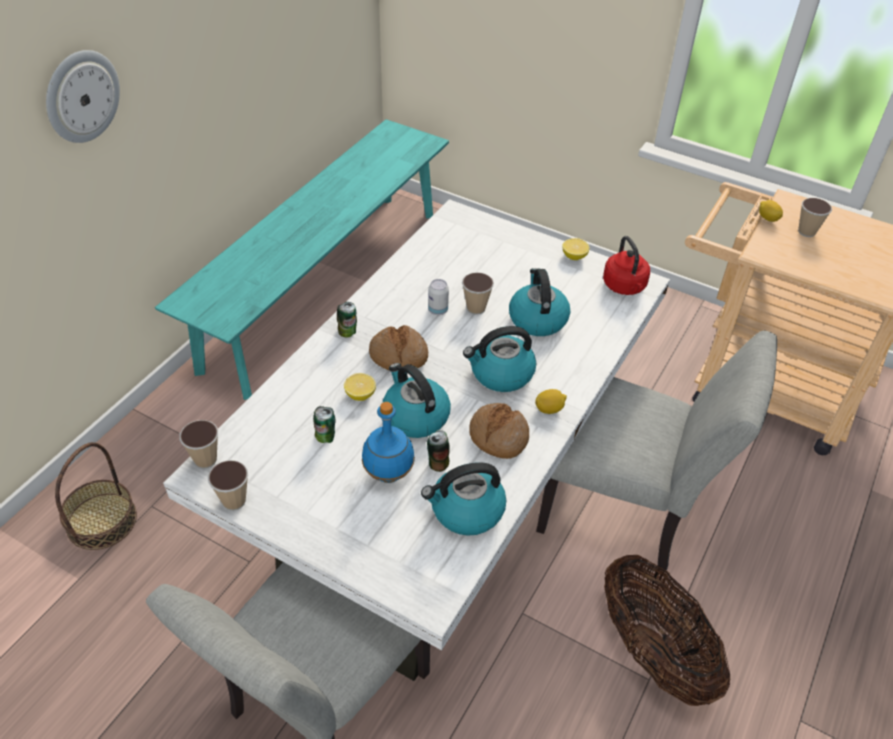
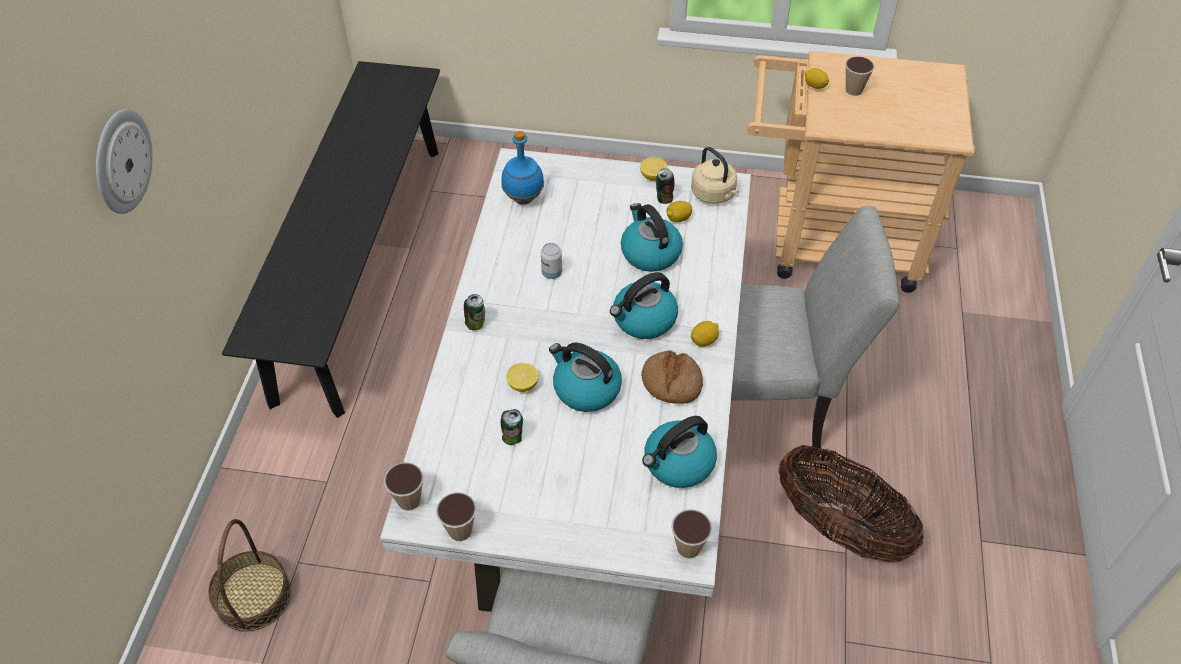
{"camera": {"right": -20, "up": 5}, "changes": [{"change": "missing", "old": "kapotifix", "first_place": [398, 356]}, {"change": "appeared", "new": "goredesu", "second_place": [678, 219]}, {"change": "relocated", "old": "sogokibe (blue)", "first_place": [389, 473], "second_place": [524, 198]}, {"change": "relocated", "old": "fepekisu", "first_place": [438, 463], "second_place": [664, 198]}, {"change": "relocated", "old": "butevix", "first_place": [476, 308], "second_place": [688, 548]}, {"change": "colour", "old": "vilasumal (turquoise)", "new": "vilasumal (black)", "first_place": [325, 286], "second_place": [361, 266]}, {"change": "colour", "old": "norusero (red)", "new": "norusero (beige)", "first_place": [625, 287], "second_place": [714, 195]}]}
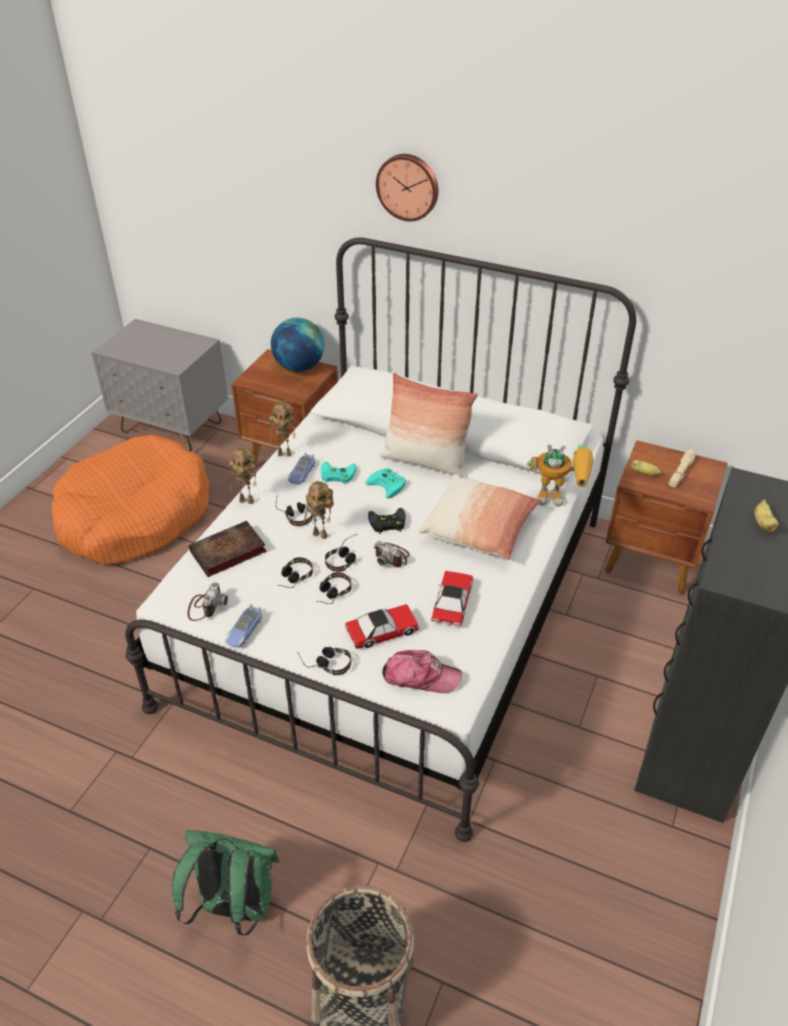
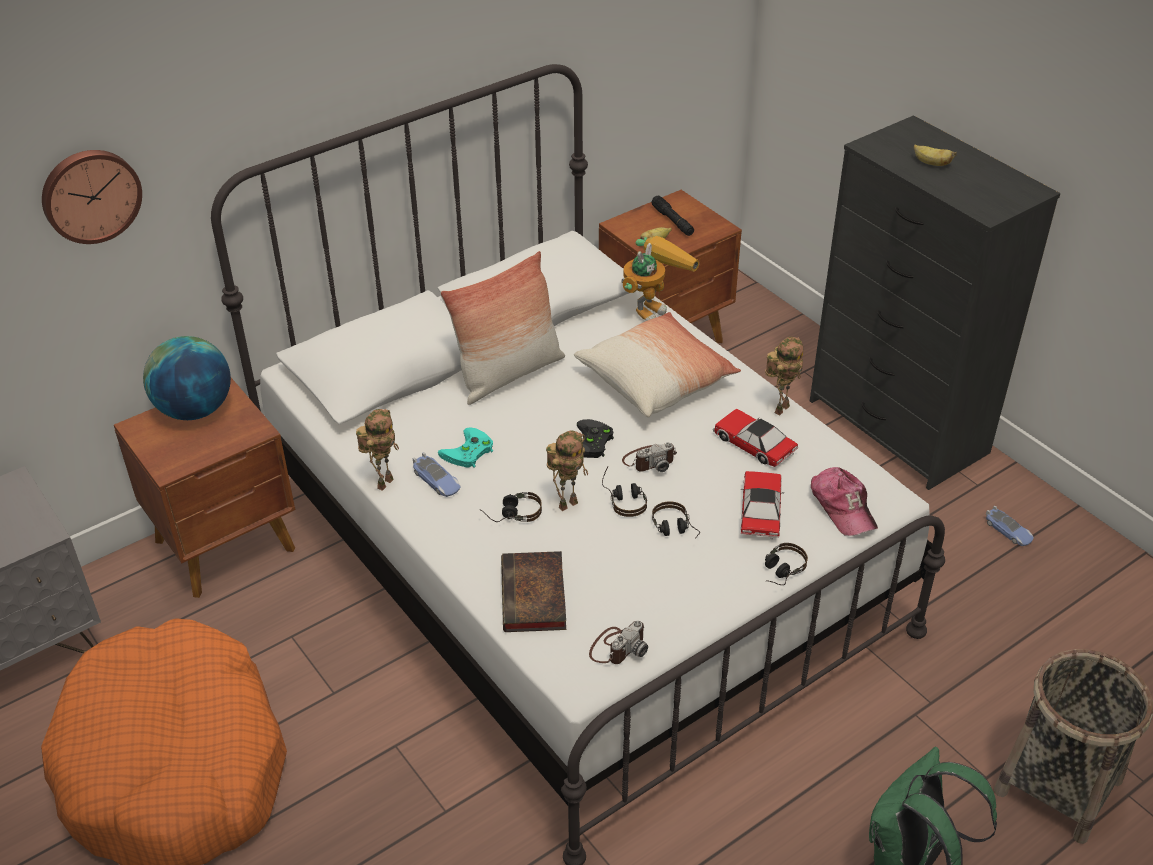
{"camera": {"right": -60, "up": 0}, "changes": [{"change": "missing", "old": "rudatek", "first_place": [292, 579]}, {"change": "missing", "old": "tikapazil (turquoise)", "first_place": [389, 484]}, {"change": "relocated", "old": "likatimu", "first_place": [244, 630], "second_place": [1008, 531]}, {"change": "relocated", "old": "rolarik", "first_place": [248, 500], "second_place": [781, 408]}, {"change": "relocated", "old": "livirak", "first_place": [408, 186], "second_place": [90, 195]}, {"change": "colour", "old": "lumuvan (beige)", "new": "lumuvan (black)", "first_place": [680, 473], "second_place": [672, 221]}, {"change": "spun", "old": "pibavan", "first_place": [205, 606], "second_place": [617, 647], "degrees": 90}, {"change": "spun", "old": "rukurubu", "first_place": [420, 676], "second_place": [842, 507], "degrees": 120}]}
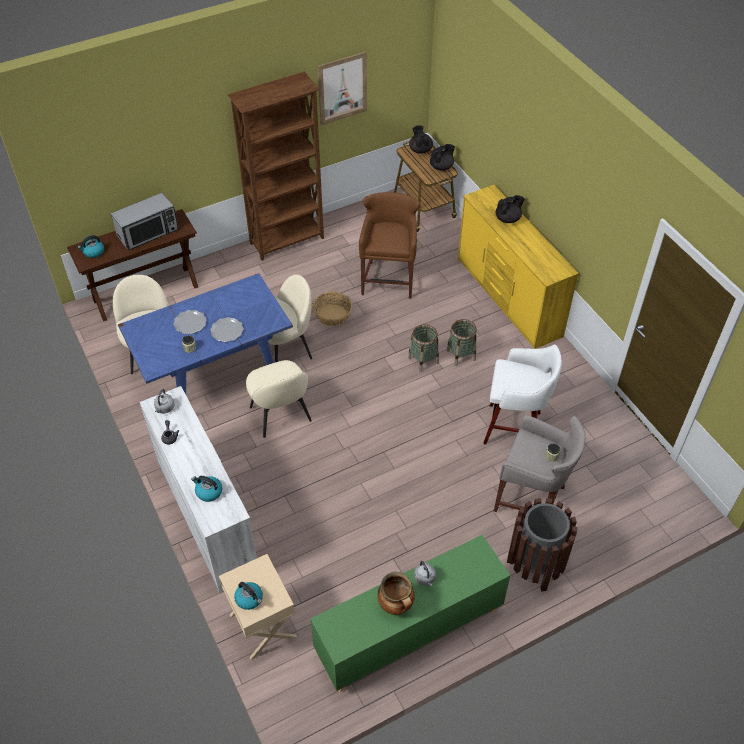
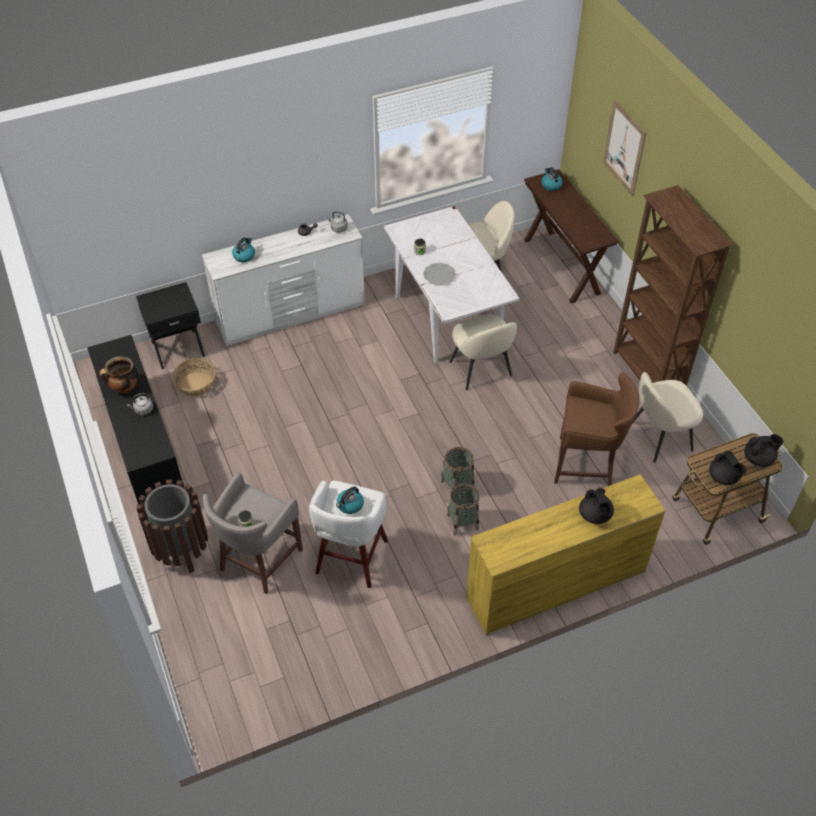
{"camera": {"right": 95, "up": 0}, "changes": [{"change": "missing", "old": "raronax", "first_place": [148, 233]}, {"change": "missing", "old": "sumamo", "first_place": [190, 323]}, {"change": "relocated", "old": "norusero", "first_place": [249, 599], "second_place": [350, 505]}, {"change": "relocated", "old": "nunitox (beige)", "first_place": [281, 415], "second_place": [659, 437]}, {"change": "relocated", "old": "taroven", "first_place": [333, 315], "second_place": [196, 384]}, {"change": "relocated", "old": "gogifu", "first_place": [342, 88], "second_place": [624, 148]}, {"change": "colour", "old": "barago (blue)", "new": "barago (white)", "first_place": [215, 377], "second_place": [447, 317]}, {"change": "colour", "old": "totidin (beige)", "new": "totidin (black)", "first_place": [262, 626], "second_place": [177, 348]}, {"change": "colour", "old": "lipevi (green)", "new": "lipevi (black)", "first_place": [408, 632], "second_place": [143, 443]}]}
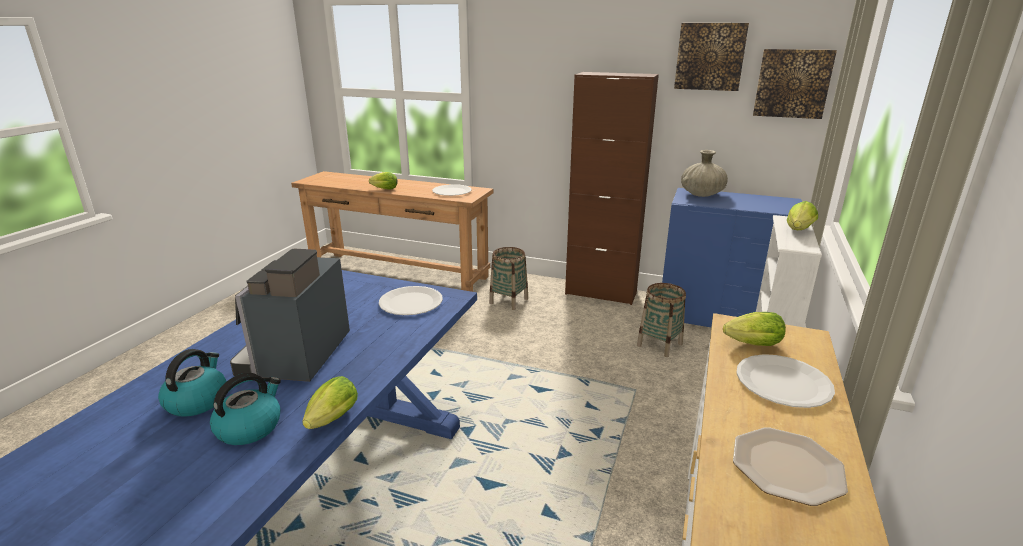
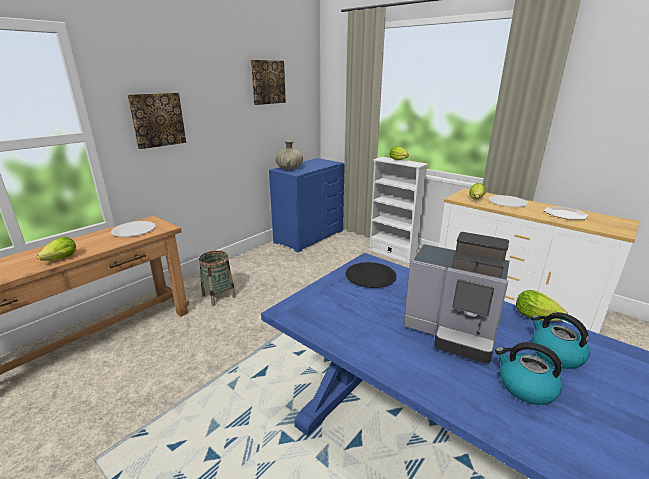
{"camera": {"right": -70, "up": 0}, "changes": [{"change": "missing", "old": "lipevi (brown)", "first_place": [601, 293]}, {"change": "missing", "old": "taroven", "first_place": [659, 345]}, {"change": "relocated", "old": "gogifu", "first_place": [792, 83], "second_place": [157, 120]}, {"change": "colour", "old": "sumamo (white)", "new": "sumamo (black)", "first_place": [411, 302], "second_place": [370, 276]}]}
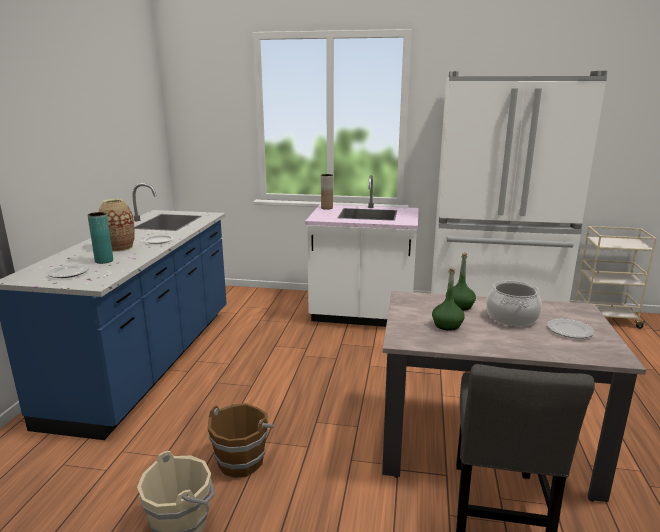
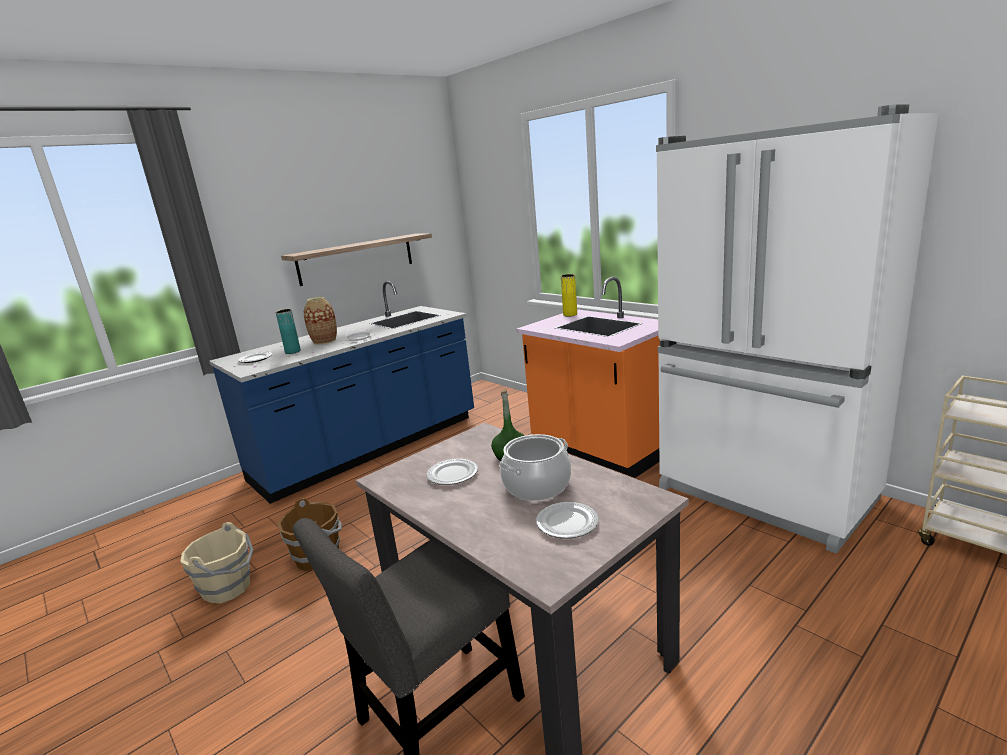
{"camera": {"right": 40, "up": 0}, "changes": [{"change": "appeared", "new": "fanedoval", "second_place": [356, 259]}, {"change": "exchanged", "old": "sogokibe (green)", "new": "sumamo", "first_place": [447, 325], "second_place": [453, 474]}, {"change": "colour", "old": "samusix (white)", "new": "samusix (orange)", "first_place": [362, 316], "second_place": [600, 449]}, {"change": "colour", "old": "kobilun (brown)", "new": "kobilun (yellow)", "first_place": [326, 208], "second_place": [570, 314]}]}
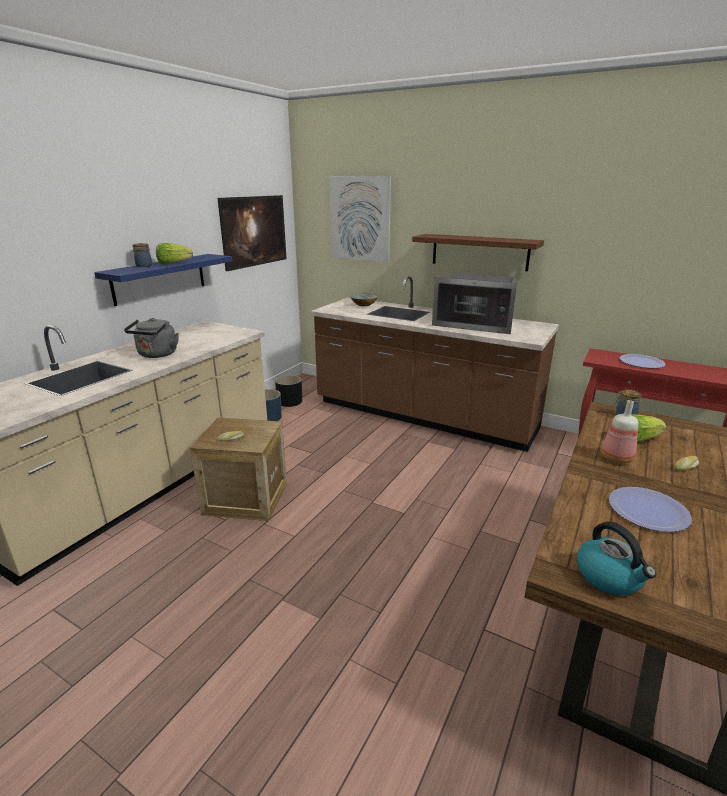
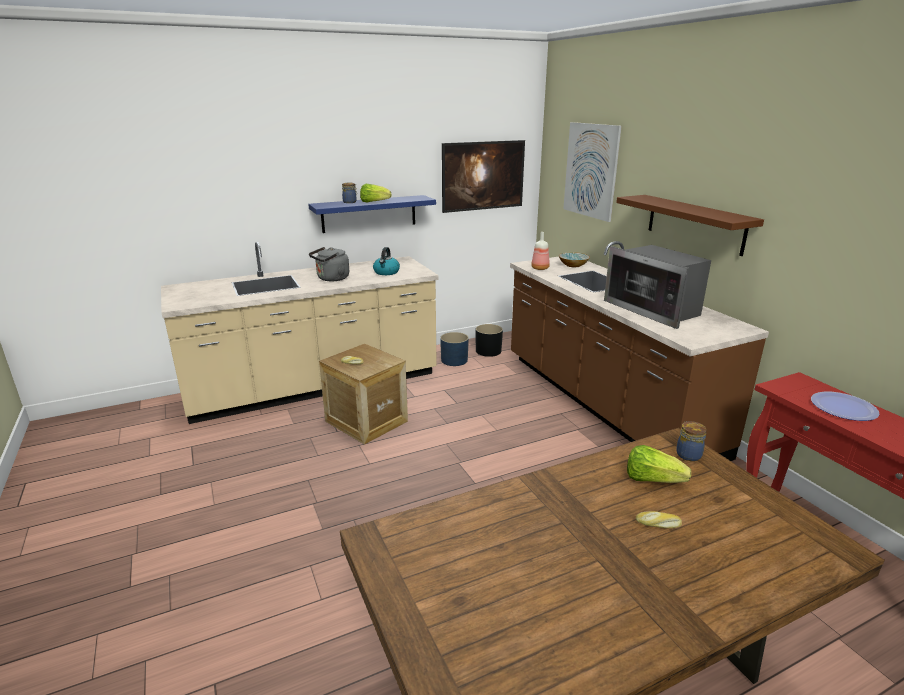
{"camera": {"right": 35, "up": 0}, "changes": [{"change": "missing", "old": "sumamo", "first_place": [648, 510]}, {"change": "relocated", "old": "norusero", "first_place": [610, 577], "second_place": [386, 272]}, {"change": "relocated", "old": "sogokibe", "first_place": [615, 458], "second_place": [540, 268]}]}
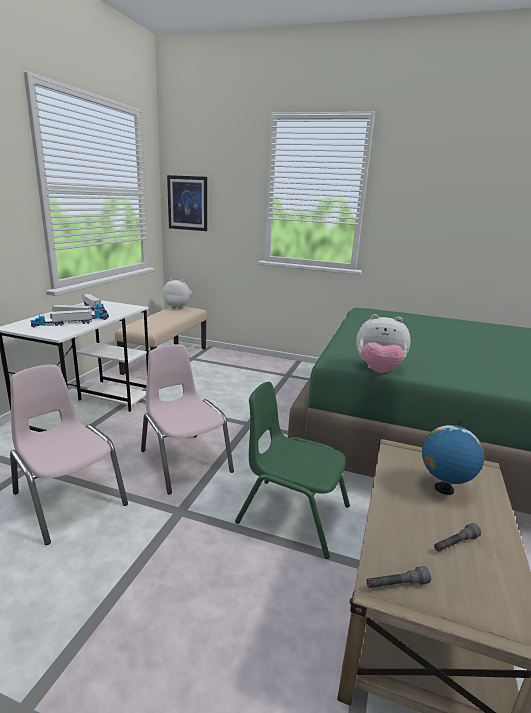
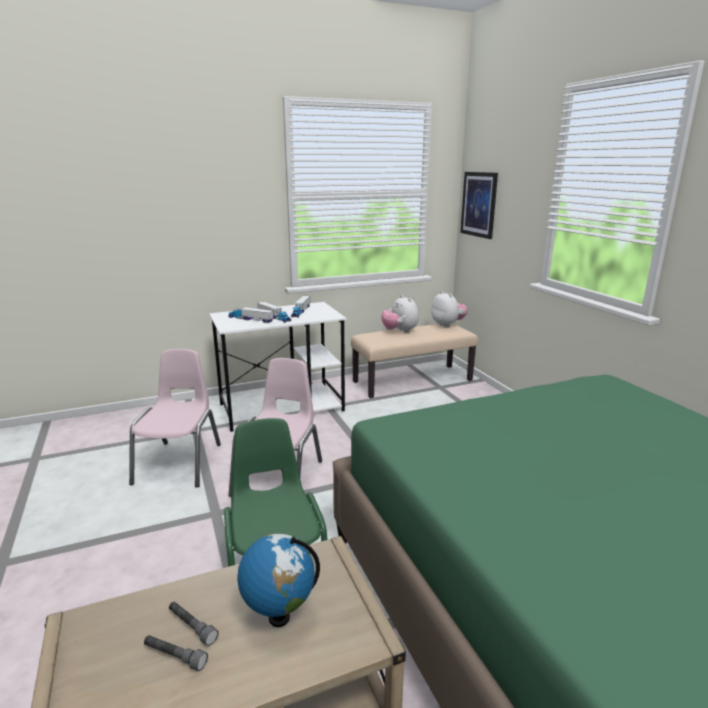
{"camera": {"right": 50, "up": 0}, "changes": [{"change": "relocated", "old": "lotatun", "first_place": [378, 371], "second_place": [400, 331]}, {"change": "relocated", "old": "lumuvan (grey)", "first_place": [396, 585], "second_place": [192, 627]}]}
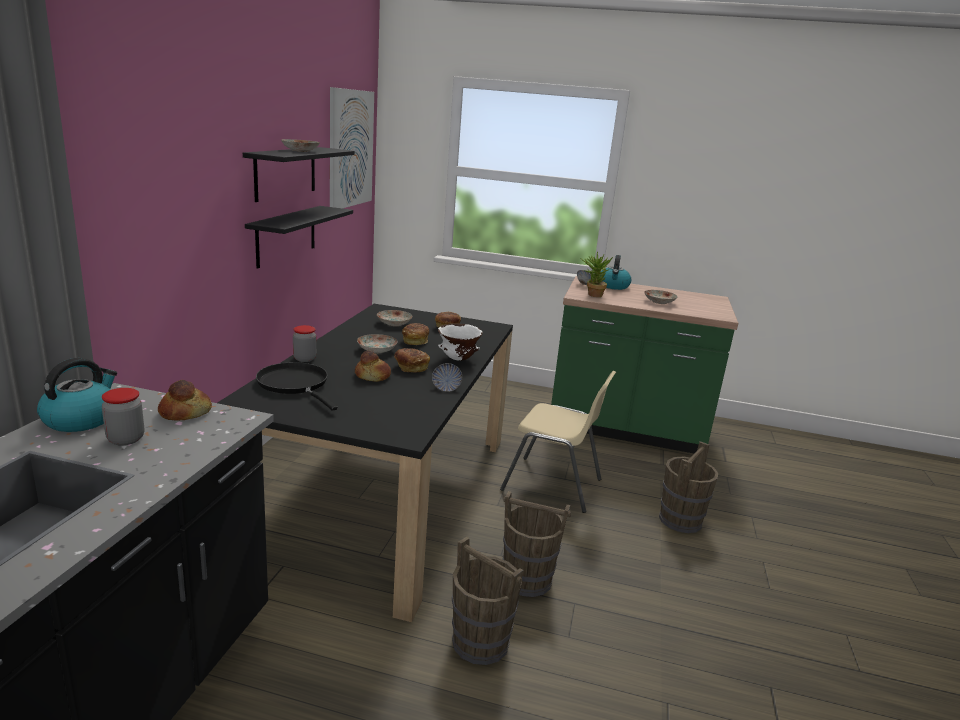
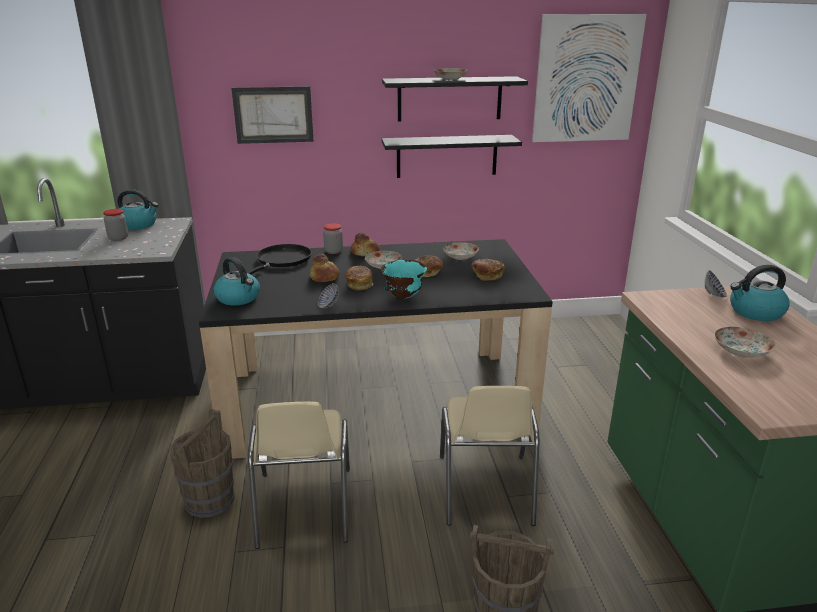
{"camera": {"right": 70, "up": 5}, "changes": [{"change": "missing", "old": "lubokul", "first_place": [592, 295]}, {"change": "appeared", "new": "norusero", "second_place": [239, 298]}, {"change": "appeared", "new": "gogifu", "second_place": [273, 115]}, {"change": "relocated", "old": "kapotifix", "first_place": [185, 412], "second_place": [365, 252]}, {"change": "exchanged", "old": "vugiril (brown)", "new": "nunitox (beige)", "first_place": [527, 580], "second_place": [303, 508]}, {"change": "colour", "old": "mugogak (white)", "new": "mugogak (turquoise)", "first_place": [458, 360], "second_place": [403, 297]}]}
